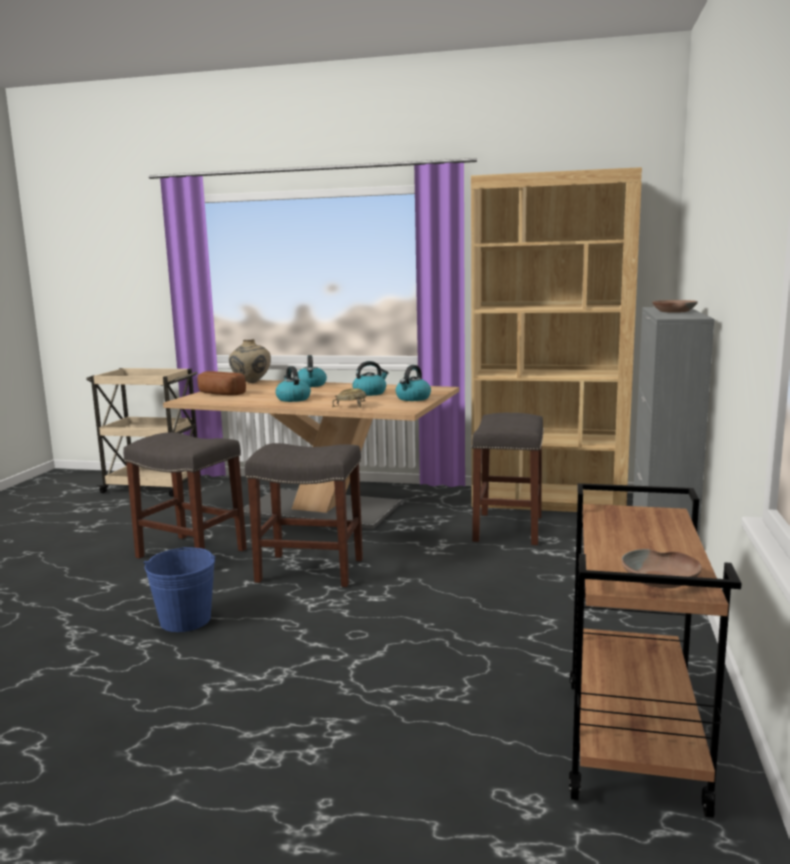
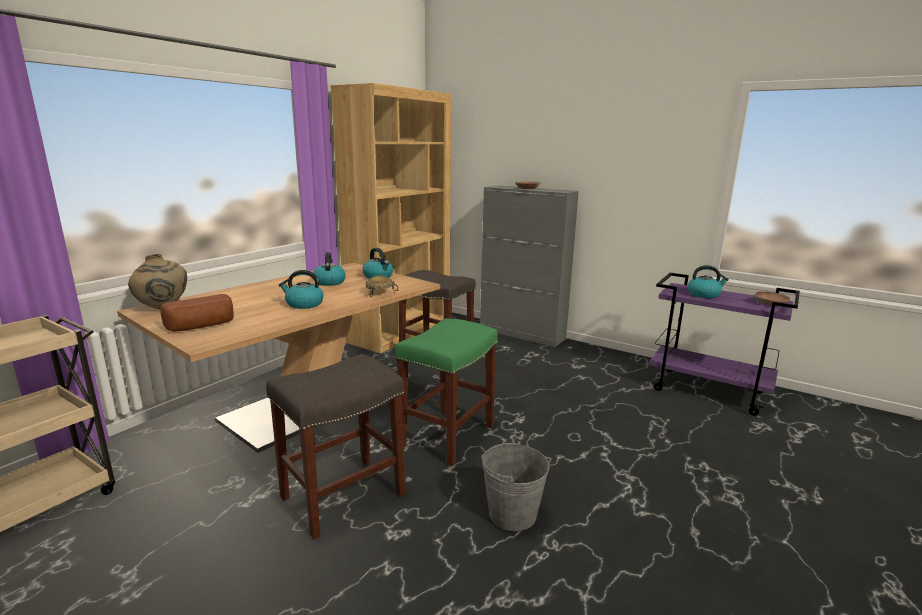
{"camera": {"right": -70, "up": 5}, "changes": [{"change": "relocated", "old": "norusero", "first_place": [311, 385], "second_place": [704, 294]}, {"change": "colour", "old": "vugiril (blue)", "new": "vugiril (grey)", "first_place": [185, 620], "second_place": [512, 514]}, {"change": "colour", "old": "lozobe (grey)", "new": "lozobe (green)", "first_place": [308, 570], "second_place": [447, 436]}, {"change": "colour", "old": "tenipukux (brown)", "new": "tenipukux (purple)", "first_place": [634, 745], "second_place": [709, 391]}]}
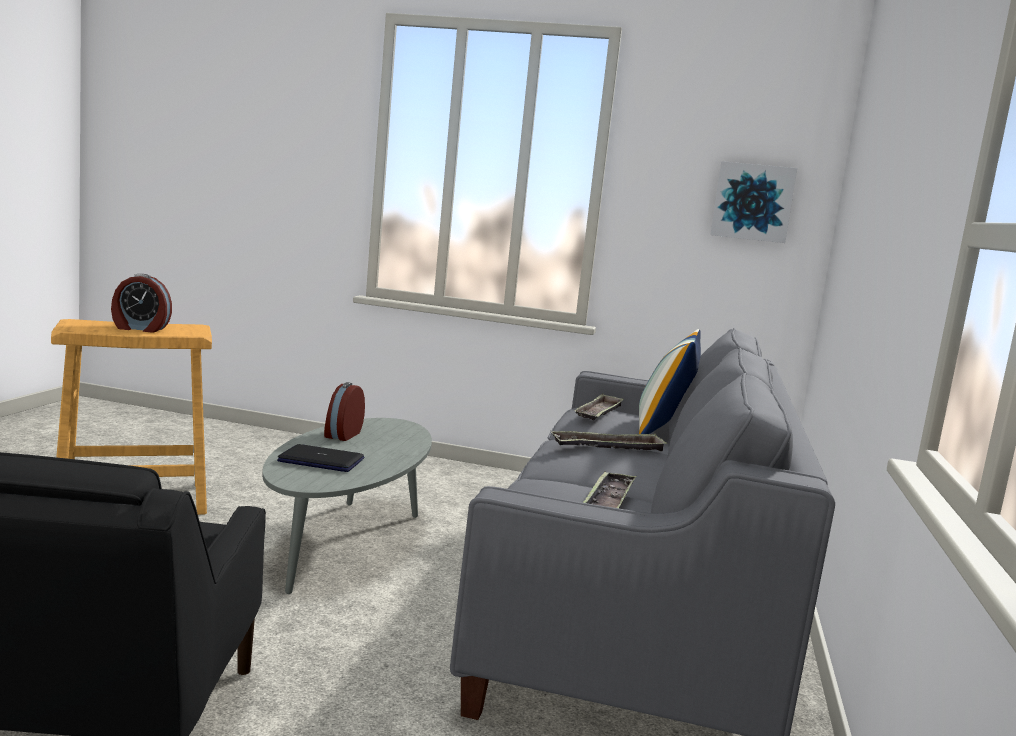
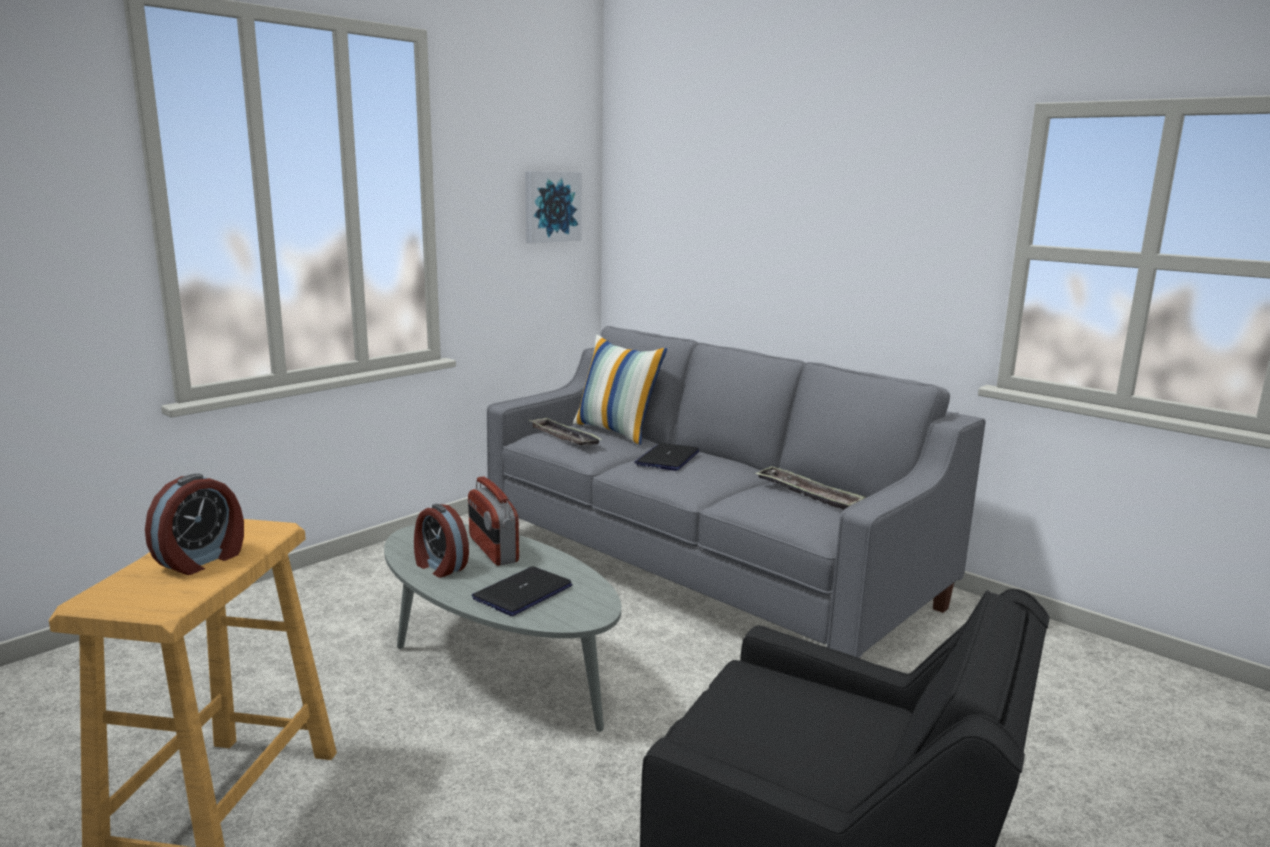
{"camera": {"right": -60, "up": 5}, "changes": [{"change": "appeared", "new": "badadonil", "second_place": [492, 549]}, {"change": "exchanged", "old": "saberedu", "new": "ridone", "first_place": [608, 447], "second_place": [667, 458]}]}
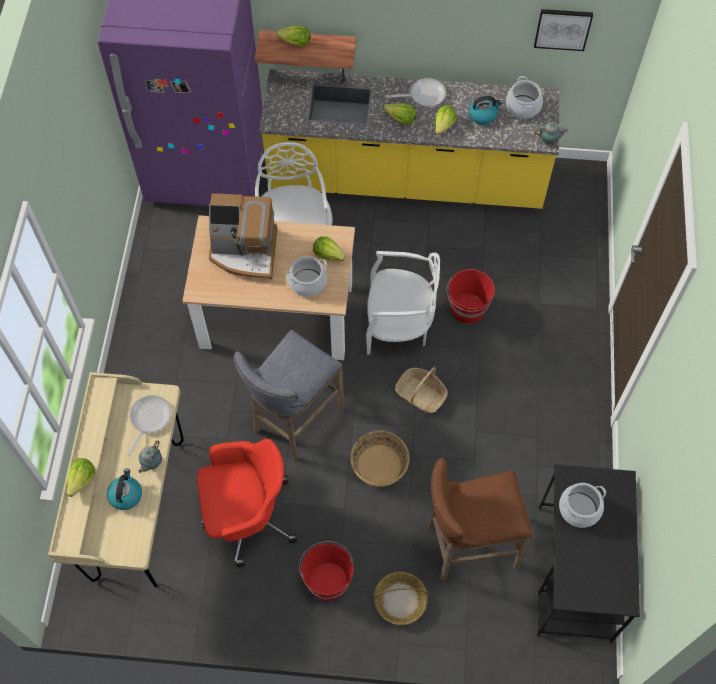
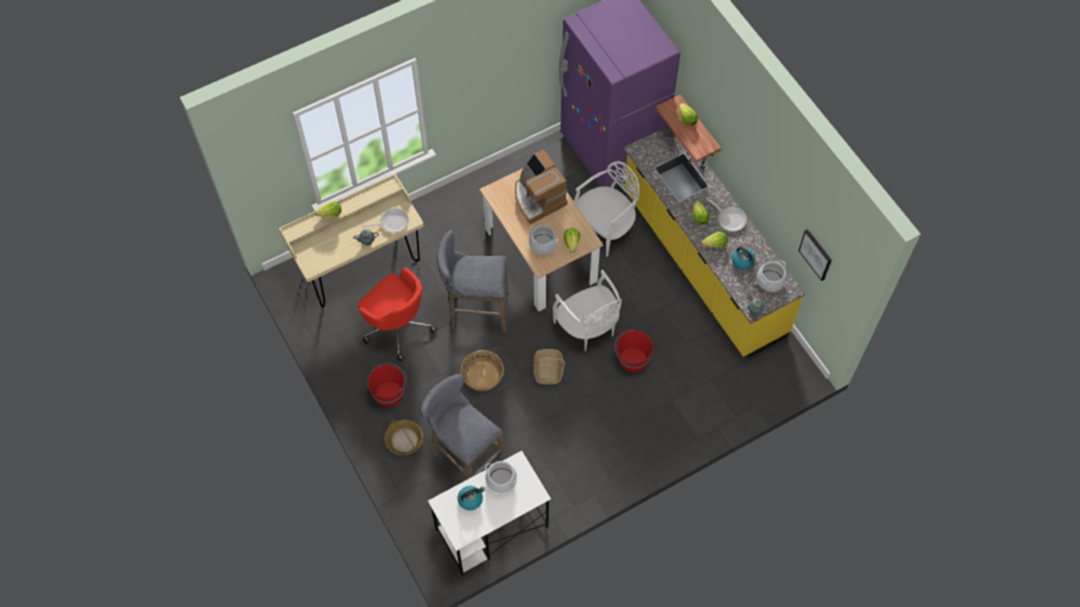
{"camera": {"right": 55, "up": 0}, "changes": [{"change": "relocated", "old": "norusero", "first_place": [126, 495], "second_place": [470, 499]}, {"change": "colour", "old": "lozobe (brown)", "new": "lozobe (grey)", "first_place": [467, 546], "second_place": [465, 457]}, {"change": "colour", "old": "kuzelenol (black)", "new": "kuzelenol (white)", "first_place": [574, 574], "second_place": [491, 529]}]}
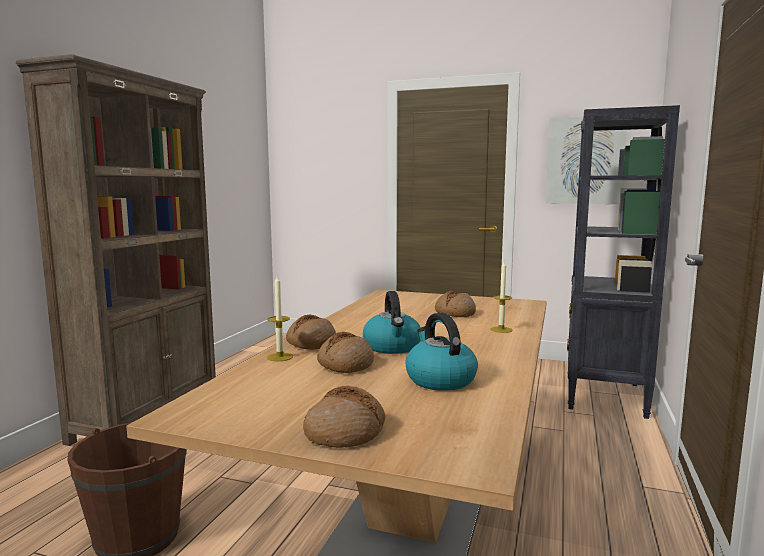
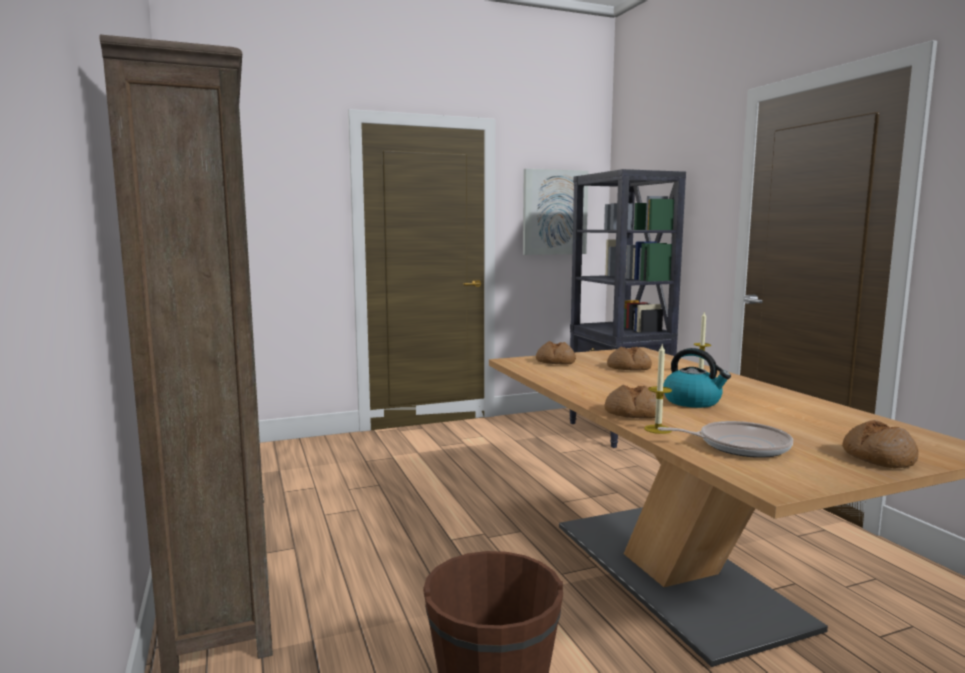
{"camera": {"right": -40, "up": 0}, "changes": [{"change": "missing", "old": "norusero", "first_place": [439, 379]}, {"change": "appeared", "new": "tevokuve", "second_place": [738, 446]}, {"change": "relocated", "old": "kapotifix", "first_place": [345, 364], "second_place": [555, 362]}]}
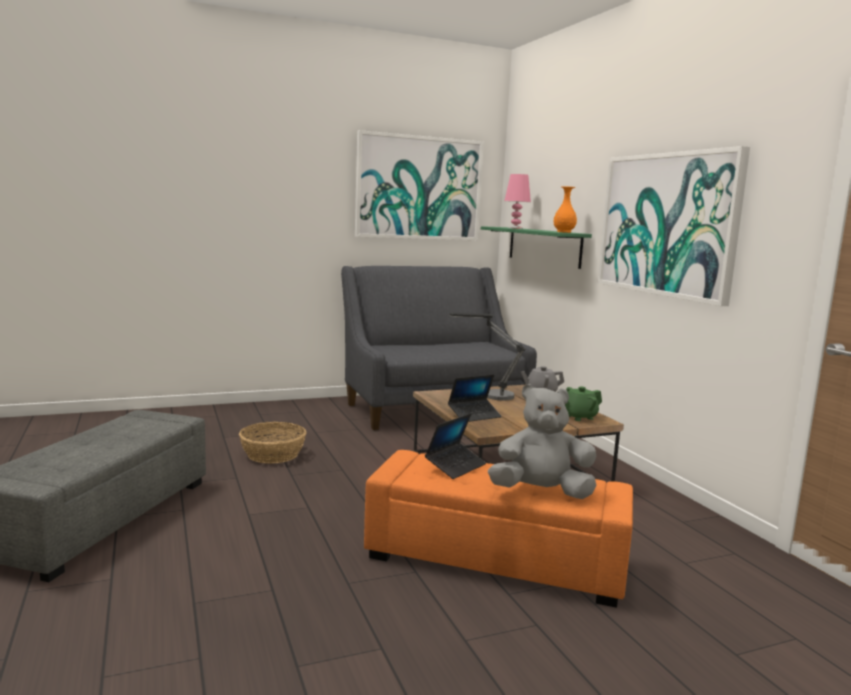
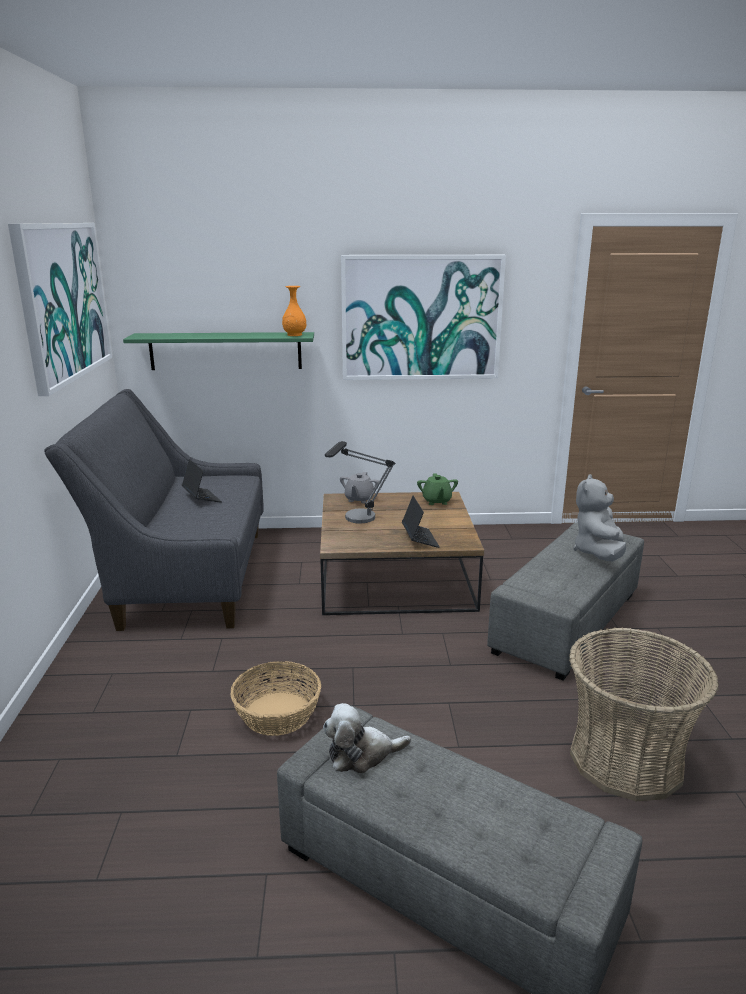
{"camera": {"right": -70, "up": 10}, "changes": [{"change": "missing", "old": "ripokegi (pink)", "first_place": [515, 228]}, {"change": "appeared", "new": "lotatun", "second_place": [362, 754]}, {"change": "appeared", "new": "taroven", "second_place": [626, 760]}, {"change": "relocated", "old": "ridone", "first_place": [455, 466], "second_place": [201, 498]}, {"change": "colour", "old": "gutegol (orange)", "new": "gutegol (grey)", "first_place": [496, 559], "second_place": [566, 621]}]}
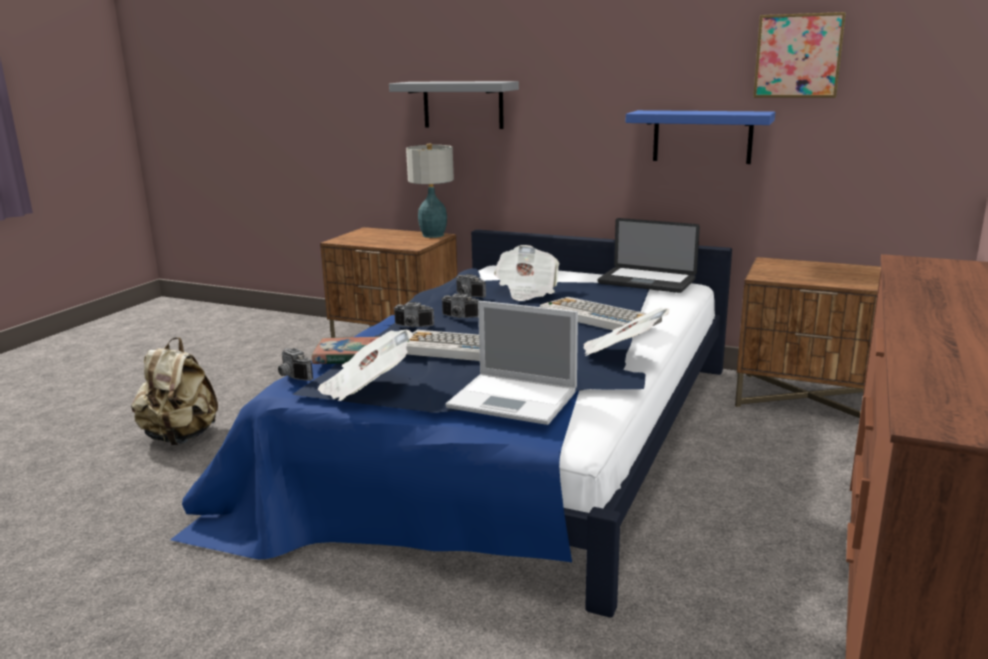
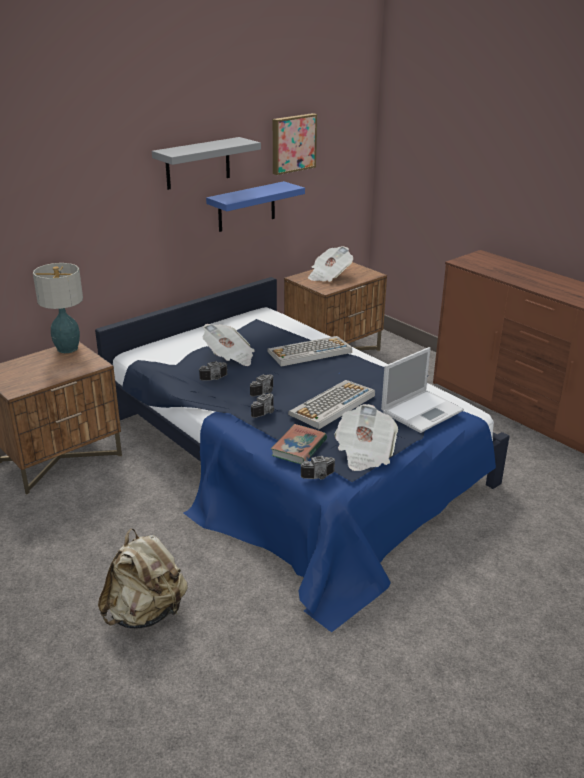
{"camera": {"right": -65, "up": 10}, "changes": [{"change": "missing", "old": "ridone", "first_place": [646, 282]}, {"change": "relocated", "old": "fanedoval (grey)", "first_place": [463, 105], "second_place": [198, 163]}, {"change": "relocated", "old": "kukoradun", "first_place": [621, 353], "second_place": [329, 276]}]}
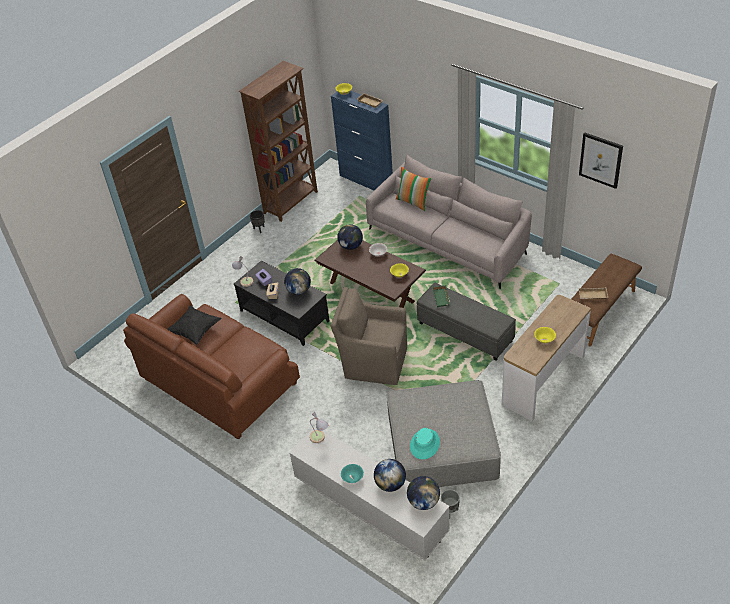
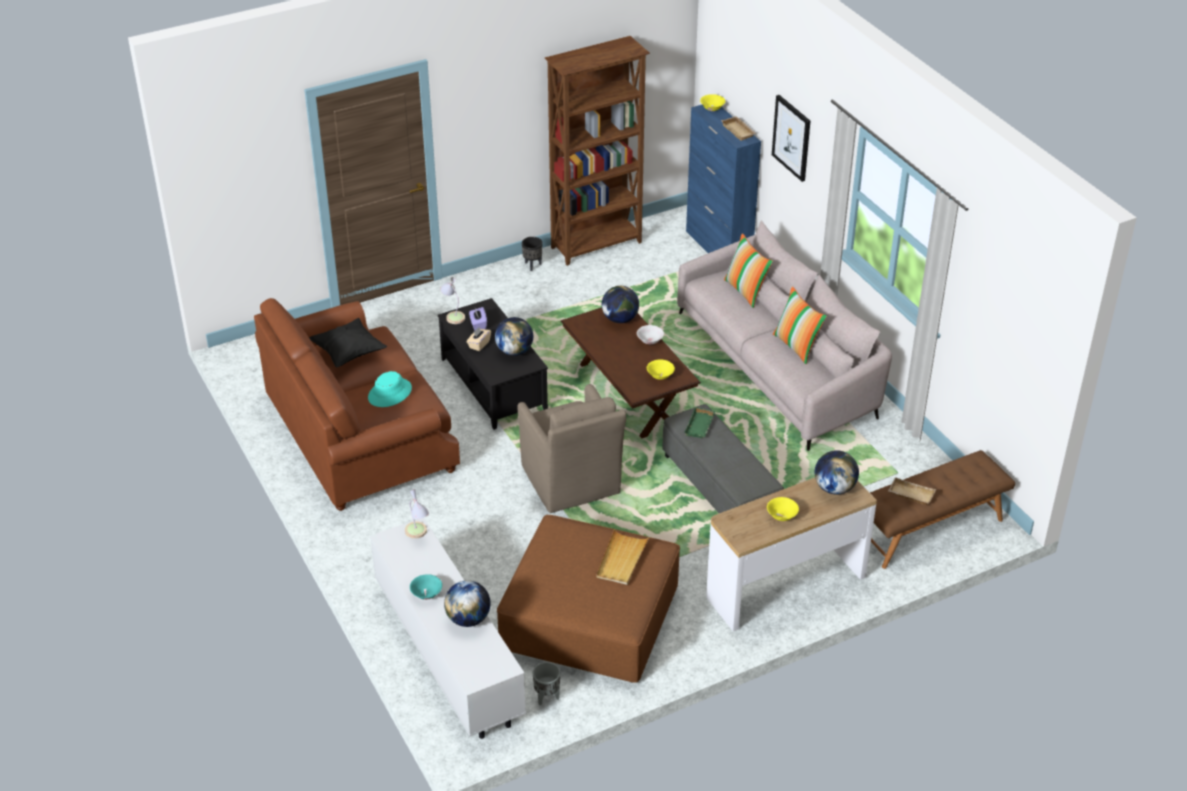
{"camera": {"right": 20, "up": -5}, "changes": [{"change": "appeared", "new": "saberedu (beige)", "second_place": [621, 559]}, {"change": "appeared", "new": "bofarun", "second_place": [797, 346]}, {"change": "relocated", "old": "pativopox", "first_place": [423, 502], "second_place": [834, 488]}, {"change": "relocated", "old": "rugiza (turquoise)", "first_place": [425, 444], "second_place": [390, 393]}, {"change": "relocated", "old": "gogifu", "first_place": [601, 160], "second_place": [792, 137]}, {"change": "colour", "old": "gutegol (grey)", "new": "gutegol (brown)", "first_place": [441, 448], "second_place": [589, 618]}, {"change": "spun", "old": "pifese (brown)", "first_place": [373, 362], "second_place": [571, 482], "degrees": -150}]}
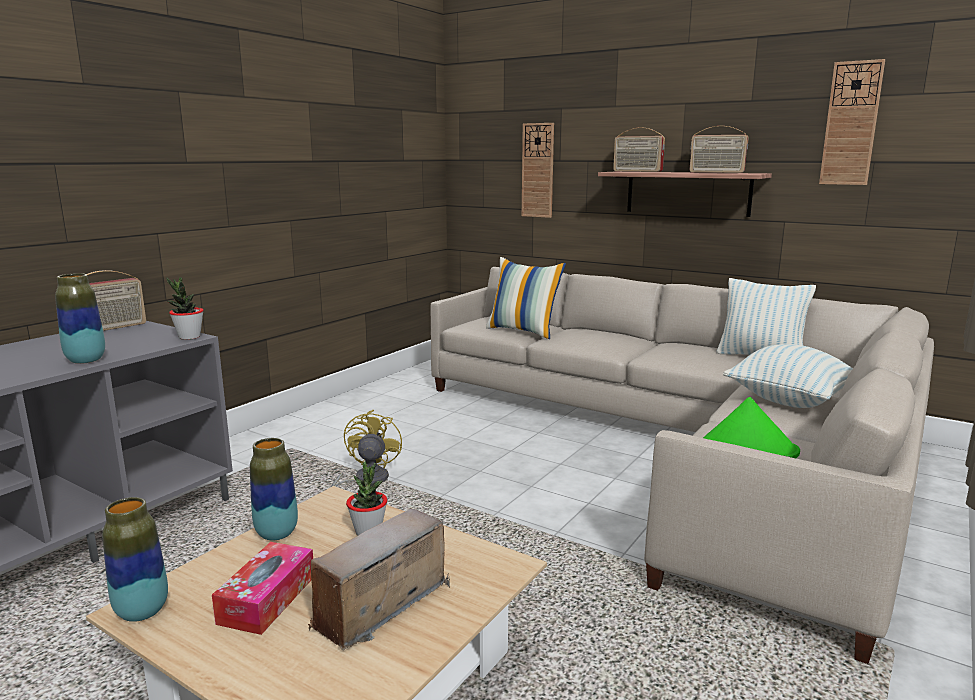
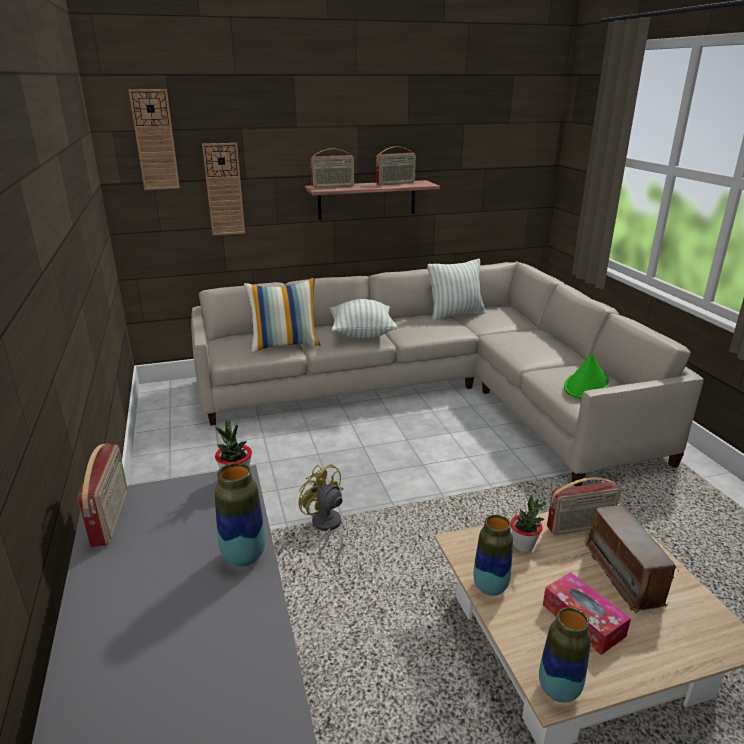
{"camera": {"right": -50, "up": 10}, "changes": [{"change": "appeared", "new": "badadonil", "second_place": [580, 527]}, {"change": "relocated", "old": "bofarun", "first_place": [789, 400], "second_place": [362, 334]}, {"change": "relocated", "old": "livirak", "first_place": [851, 124], "second_place": [155, 140]}]}
